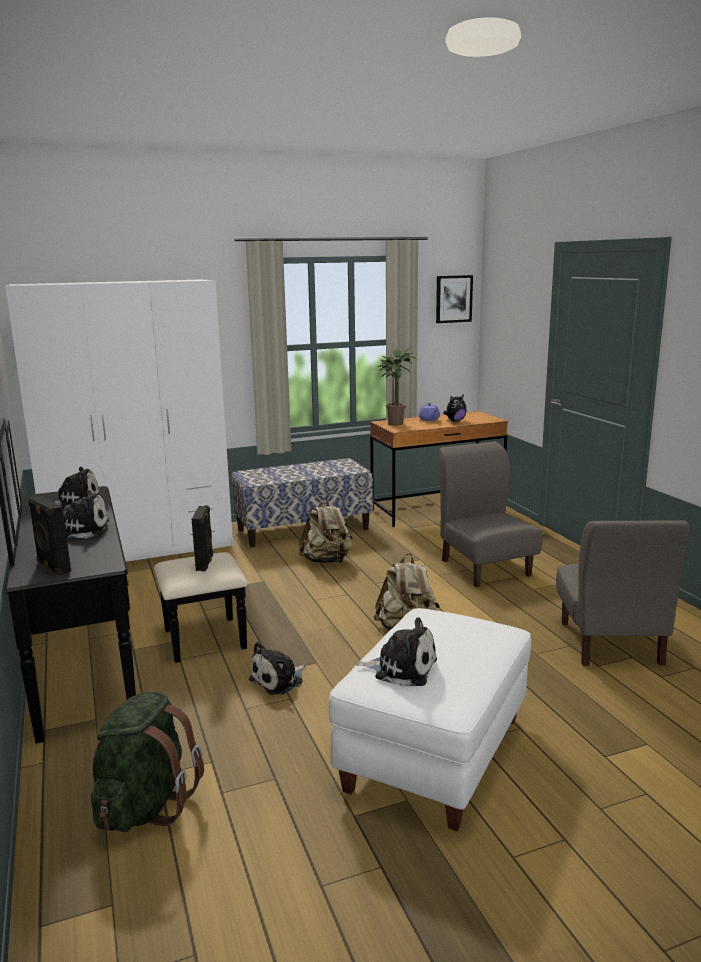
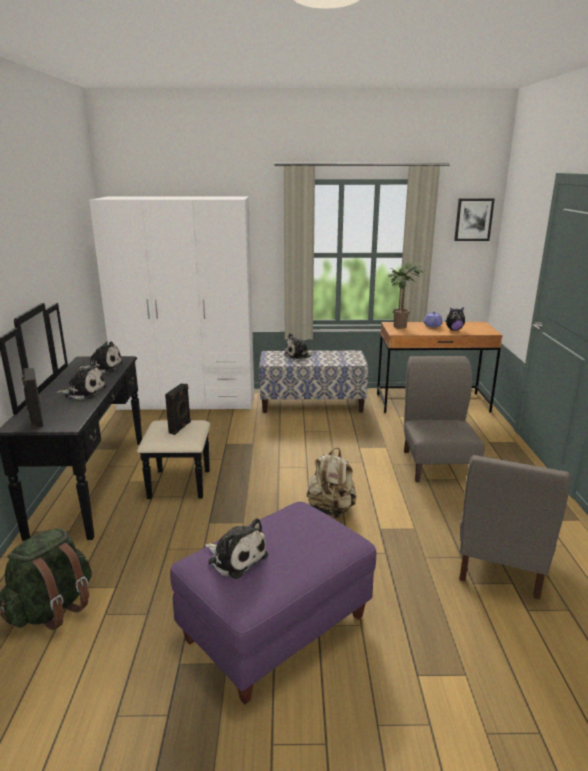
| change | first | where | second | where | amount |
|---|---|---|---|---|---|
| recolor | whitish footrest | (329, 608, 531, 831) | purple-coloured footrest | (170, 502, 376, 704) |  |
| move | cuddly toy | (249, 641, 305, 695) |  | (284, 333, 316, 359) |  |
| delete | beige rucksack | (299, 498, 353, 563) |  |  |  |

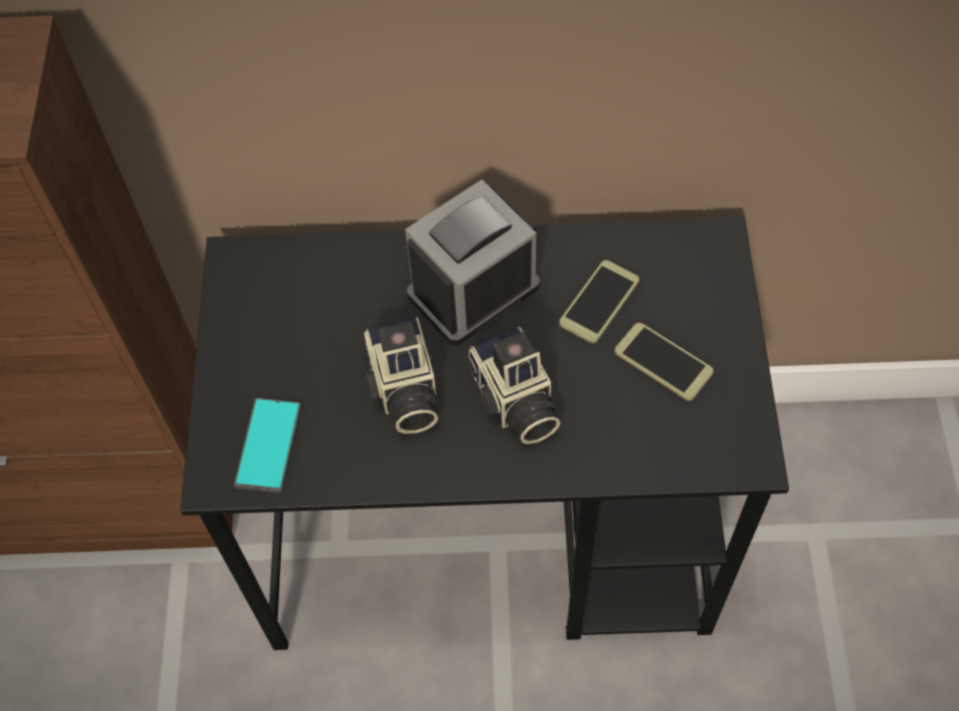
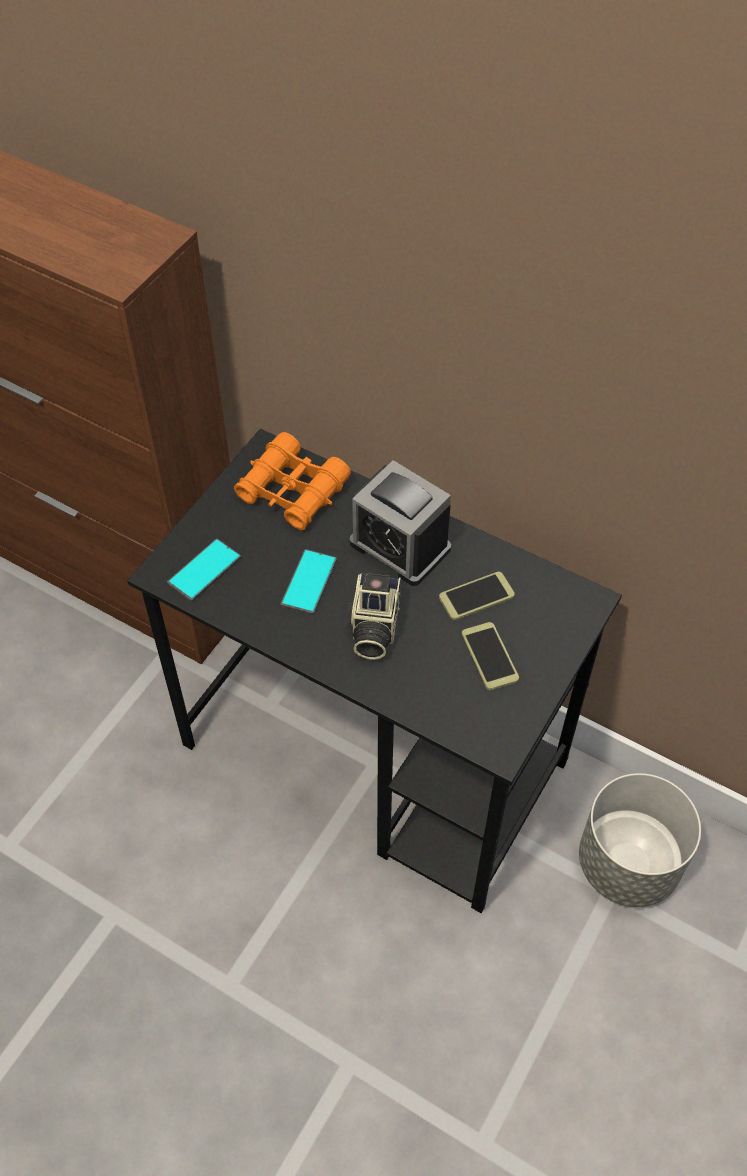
| change | first | where | second | where | amount |
|---|---|---|---|---|---|
| insert |  |  | orange-coloured binoculars | (234, 432, 351, 530) |  |
| replace | still camera | (362, 317, 438, 434) | handset | (281, 549, 337, 615) |  |
| rotate | bedside clock | (405, 179, 540, 346) |  | (350, 460, 451, 586) | 135 degrees counterclockwise |
| insert |  |  | gray flower pot | (579, 773, 701, 907) |  |

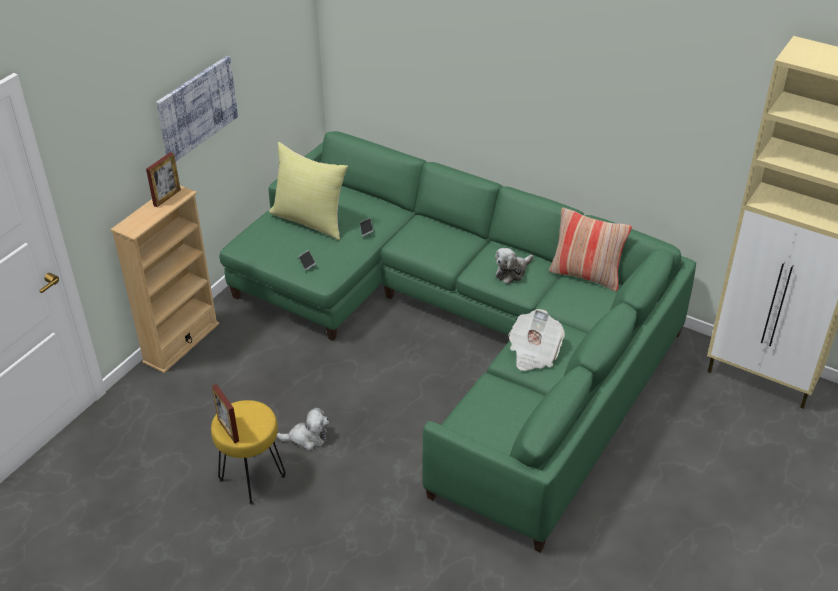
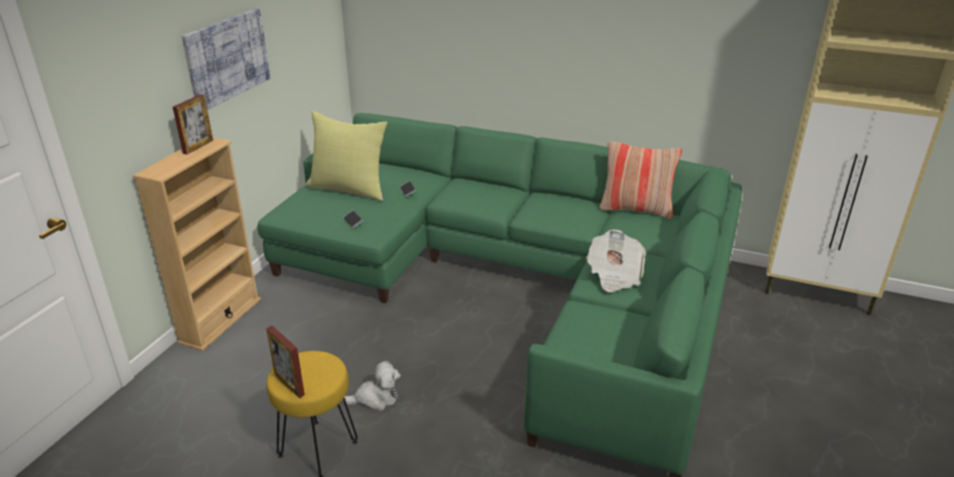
| change | first | where | second | where | amount |
|---|---|---|---|---|---|
| delete | cuddly toy | (495, 248, 533, 284) |  |  |  |

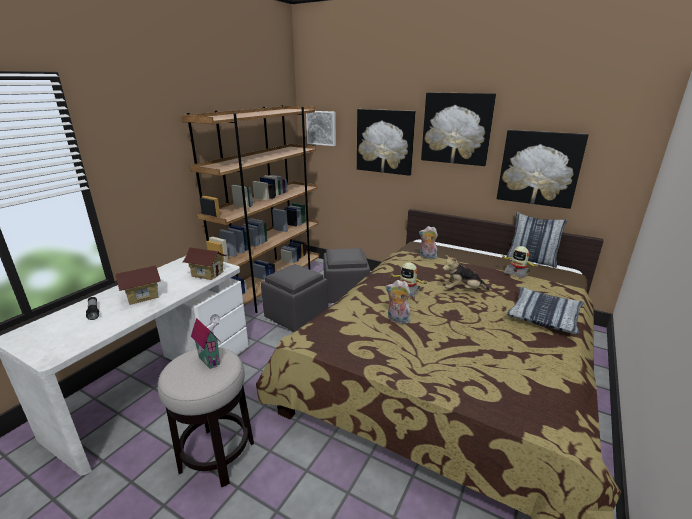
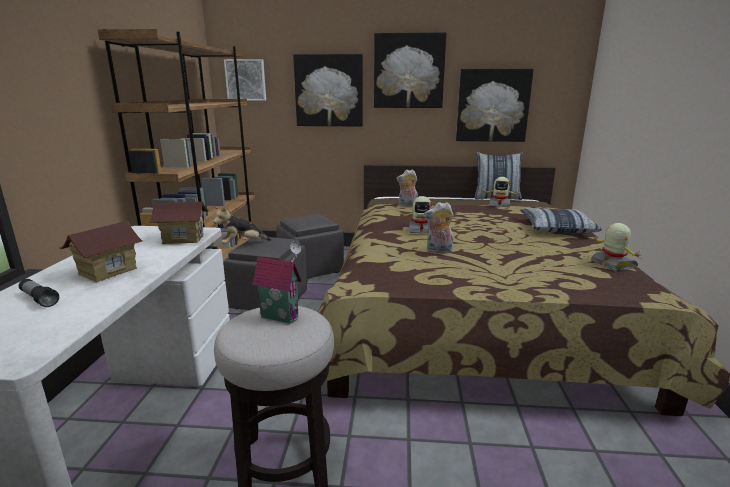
| change | first | where | second | where | amount |
|---|---|---|---|---|---|
| move | cuddly toy | (442, 255, 490, 290) |  | (213, 207, 272, 244) |  |
| insert |  |  | robot figure | (591, 223, 641, 271) |  |

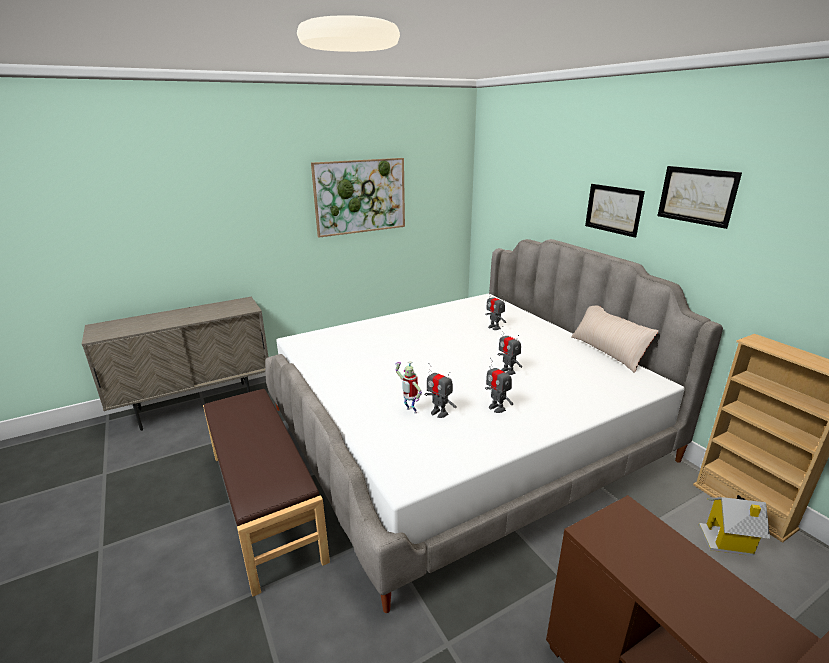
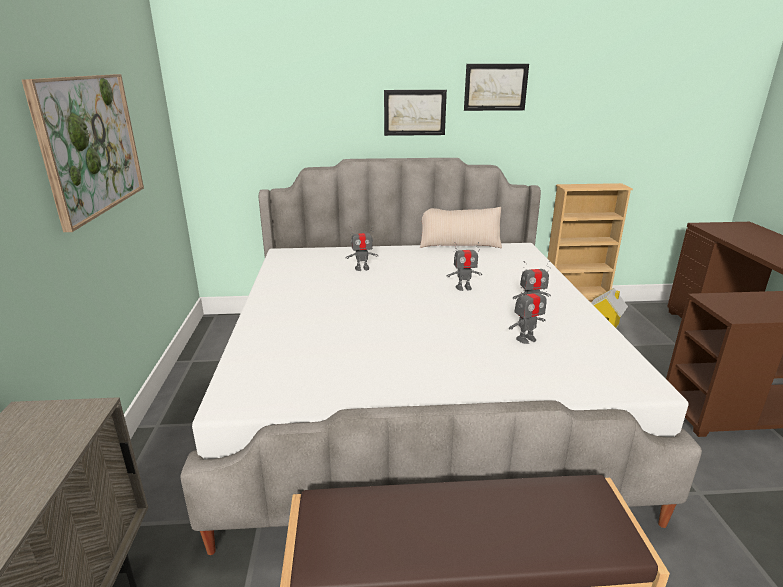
| change | first | where | second | where | amount |
|---|---|---|---|---|---|
| delete | robot figure | (395, 361, 422, 414) |  |  |  |

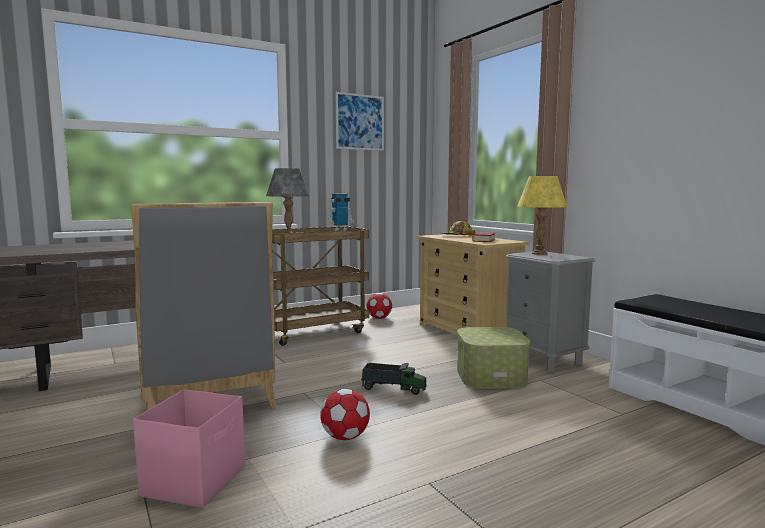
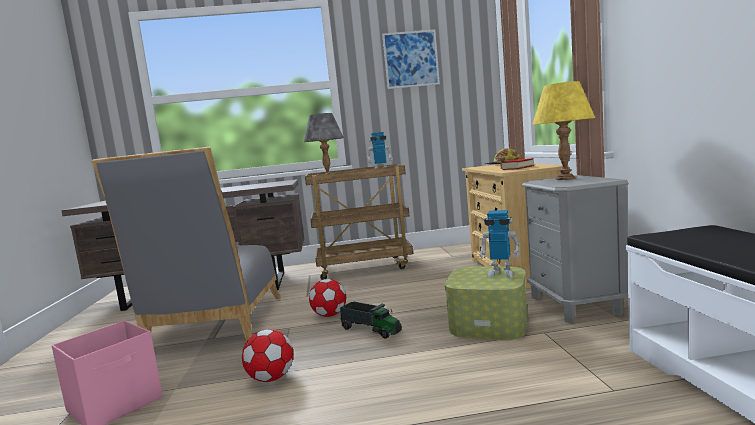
| change | first | where | second | where | amount |
|---|---|---|---|---|---|
| move | ball for football | (367, 293, 392, 319) |  | (309, 279, 346, 317) |  |
| insert |  |  | robot figure | (479, 210, 520, 278) |  |

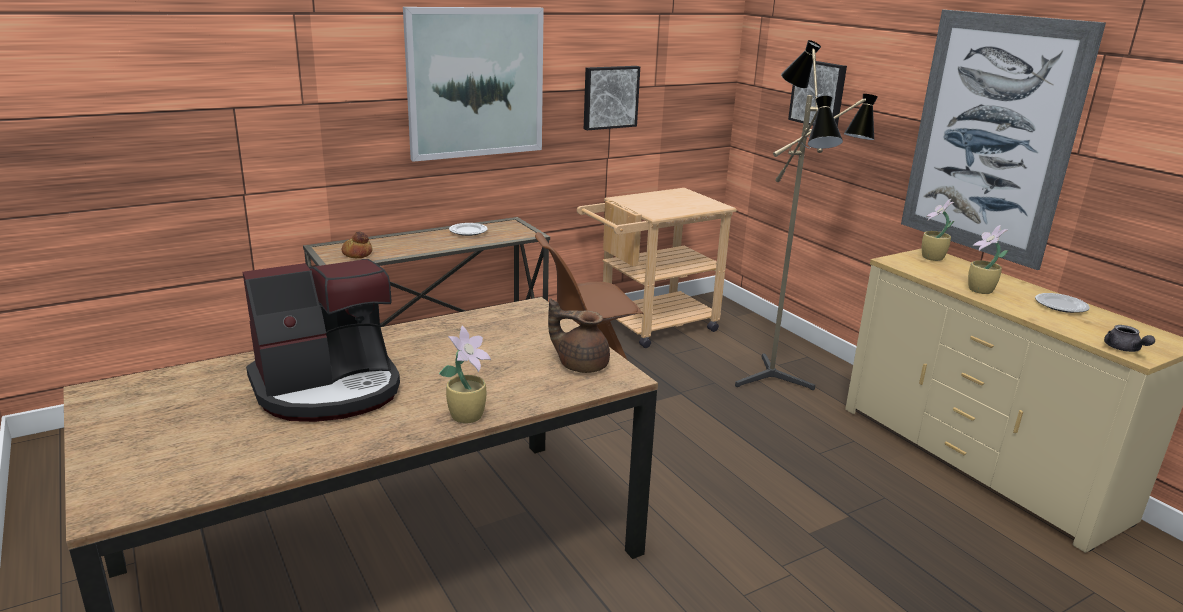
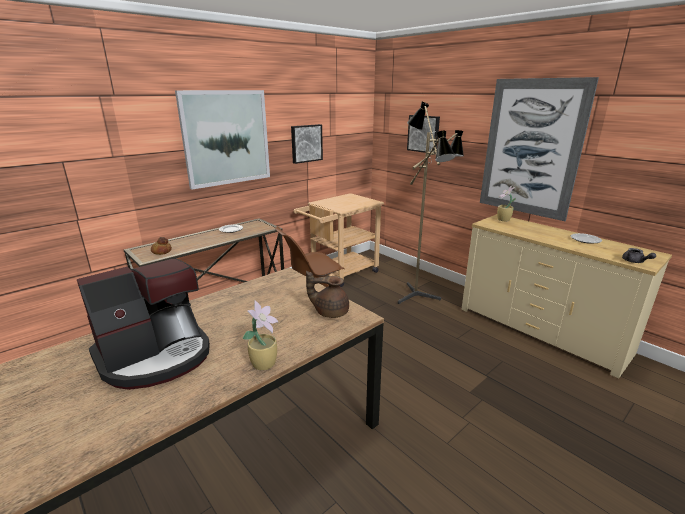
| change | first | where | second | where | amount |
|---|---|---|---|---|---|
| delete | houseplant | (968, 225, 1008, 294) |  |  |  |

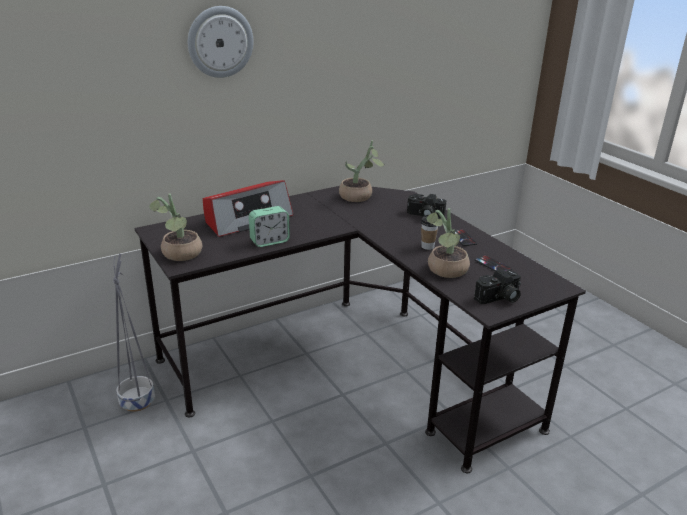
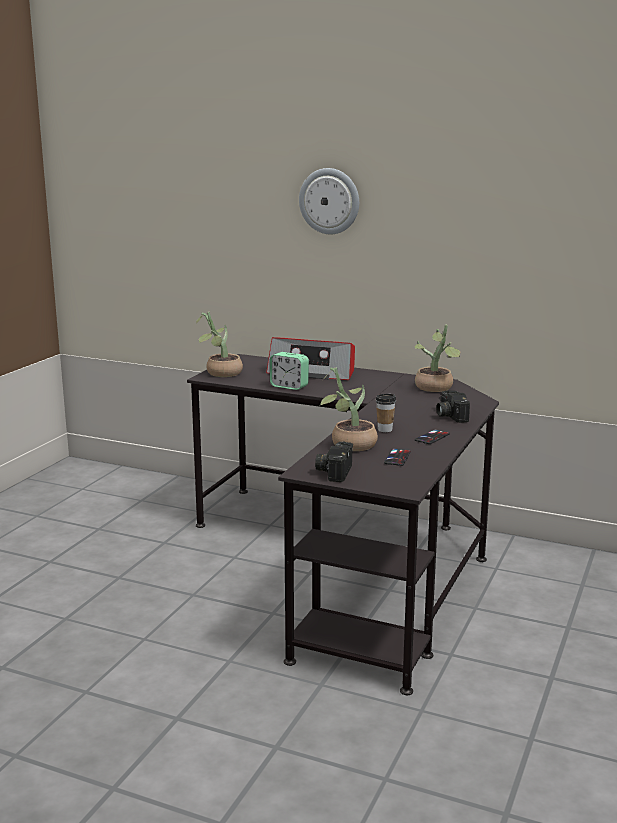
| change | first | where | second | where | amount |
|---|---|---|---|---|---|
| rotate | still camera | (474, 269, 521, 304) |  | (315, 442, 353, 482) | 75 degrees clockwise |
| delete | gray flower pot | (113, 254, 155, 412) |  |  |  |

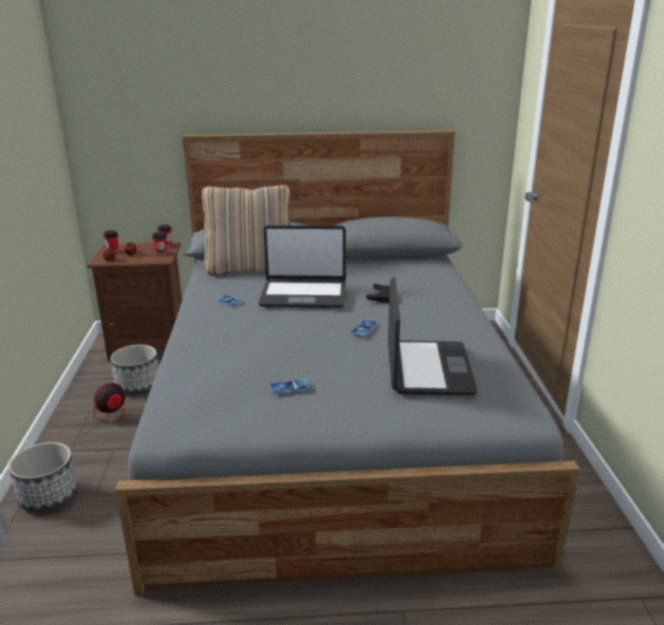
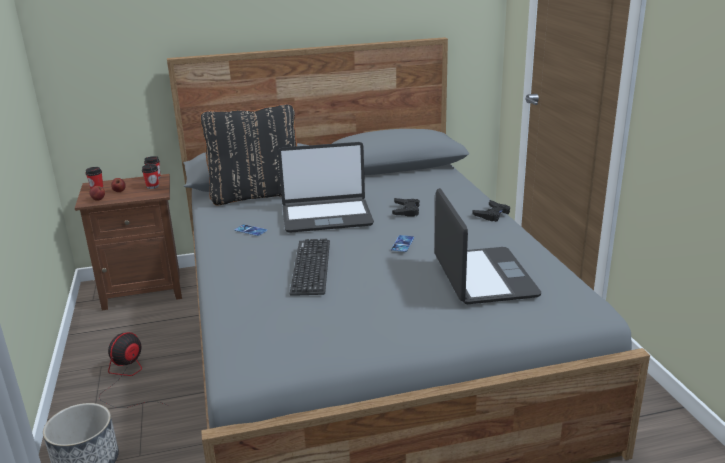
| change | first | where | second | where | amount |
|---|---|---|---|---|---|
| recolor | beige cushion | (202, 185, 291, 275) | black-coloured cushion | (200, 104, 297, 205) |  |
| insert |  |  | PC keyboard | (290, 239, 330, 296) |  |
| insert |  |  | black-coloured gamepad | (472, 200, 510, 222) |  |
| delete | flower pot | (111, 345, 159, 395) |  |  |  |
| delete | handset | (270, 379, 311, 394) |  |  |  |

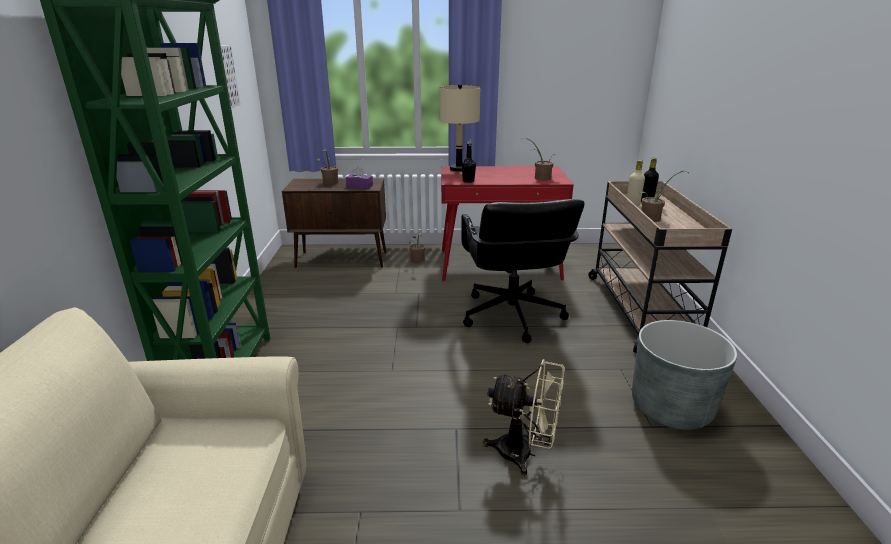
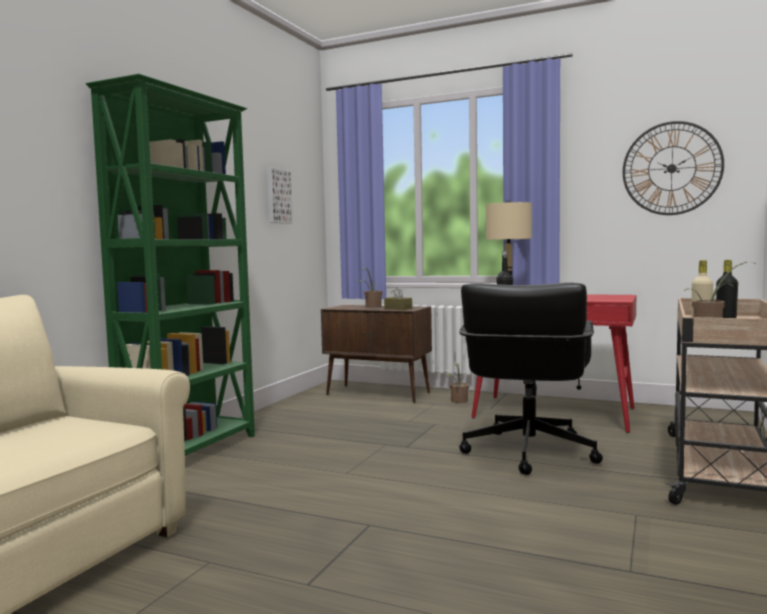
| change | first | where | second | where | amount |
|---|---|---|---|---|---|
| recolor | purple-coloured tissue box | (346, 167, 373, 189) | brownish tissue box | (384, 287, 412, 310) |  |
| insert |  |  | wall clock | (623, 121, 724, 215) |  |
| delete | beige fan | (483, 359, 565, 476) |  |  |  |
| delete | houseplant | (520, 138, 558, 181) |  |  |  |
| delete | gray flower pot | (632, 320, 737, 430) |  |  |  |

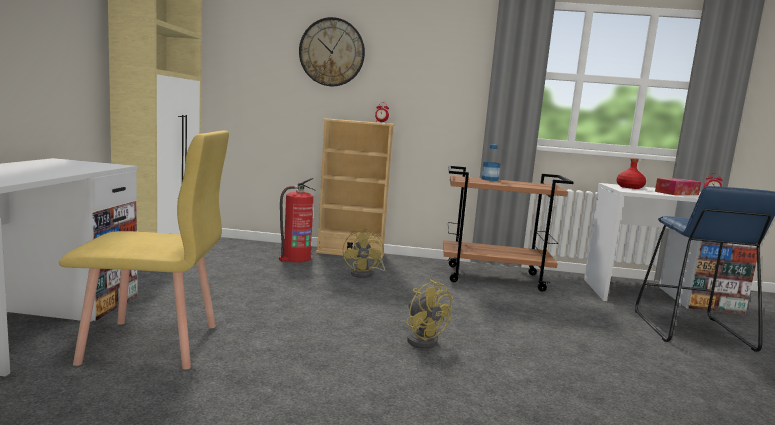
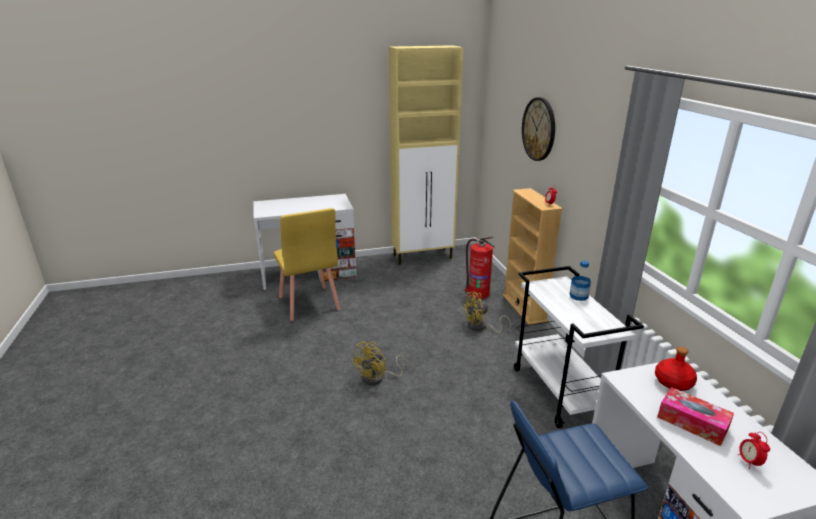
| change | first | where | second | where | amount |
|---|---|---|---|---|---|
| recolor | brownish trolley | (443, 166, 574, 292) | whitish trolley | (514, 266, 644, 428) |  |

